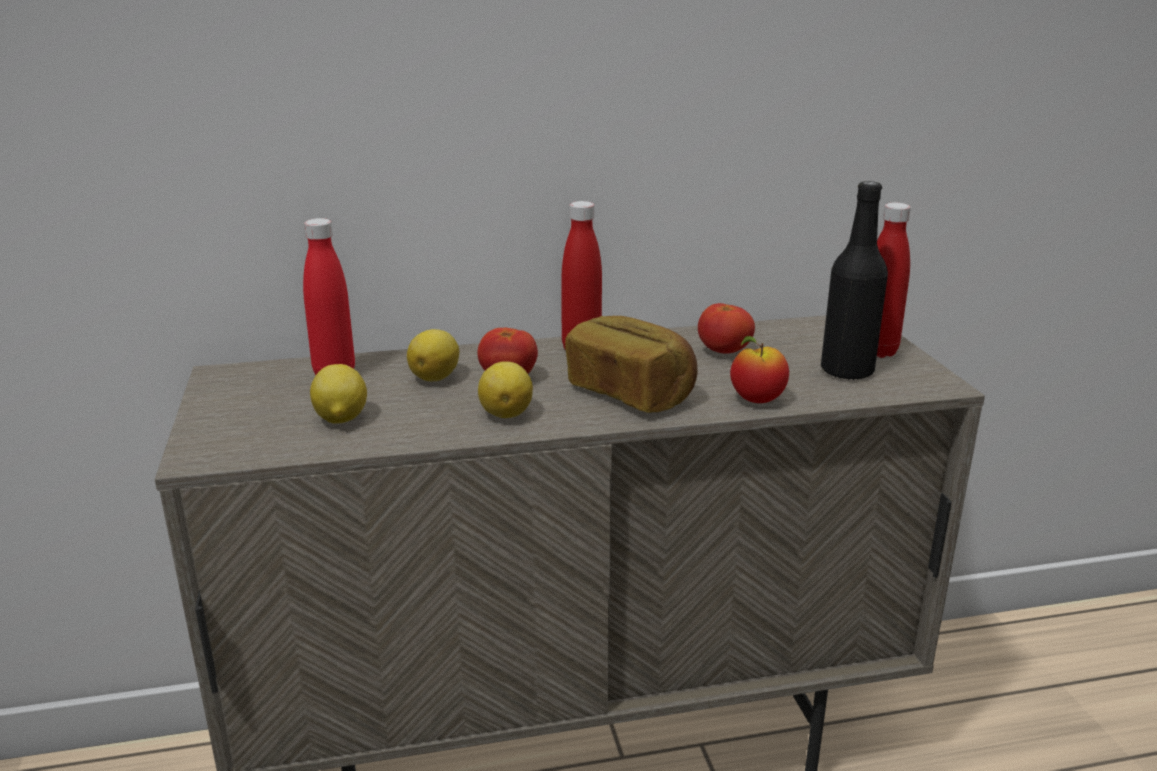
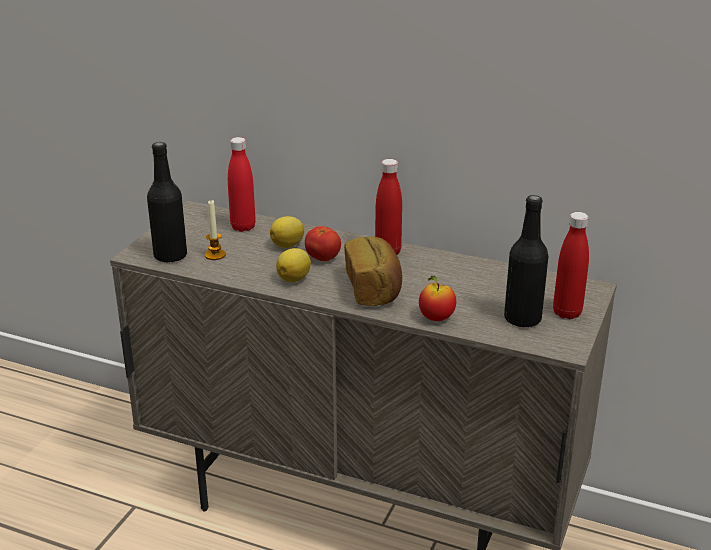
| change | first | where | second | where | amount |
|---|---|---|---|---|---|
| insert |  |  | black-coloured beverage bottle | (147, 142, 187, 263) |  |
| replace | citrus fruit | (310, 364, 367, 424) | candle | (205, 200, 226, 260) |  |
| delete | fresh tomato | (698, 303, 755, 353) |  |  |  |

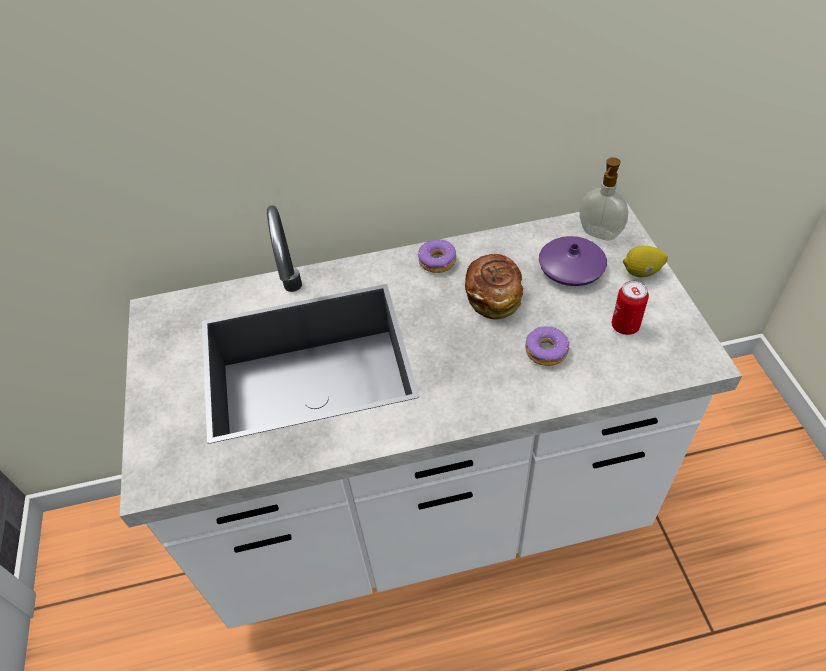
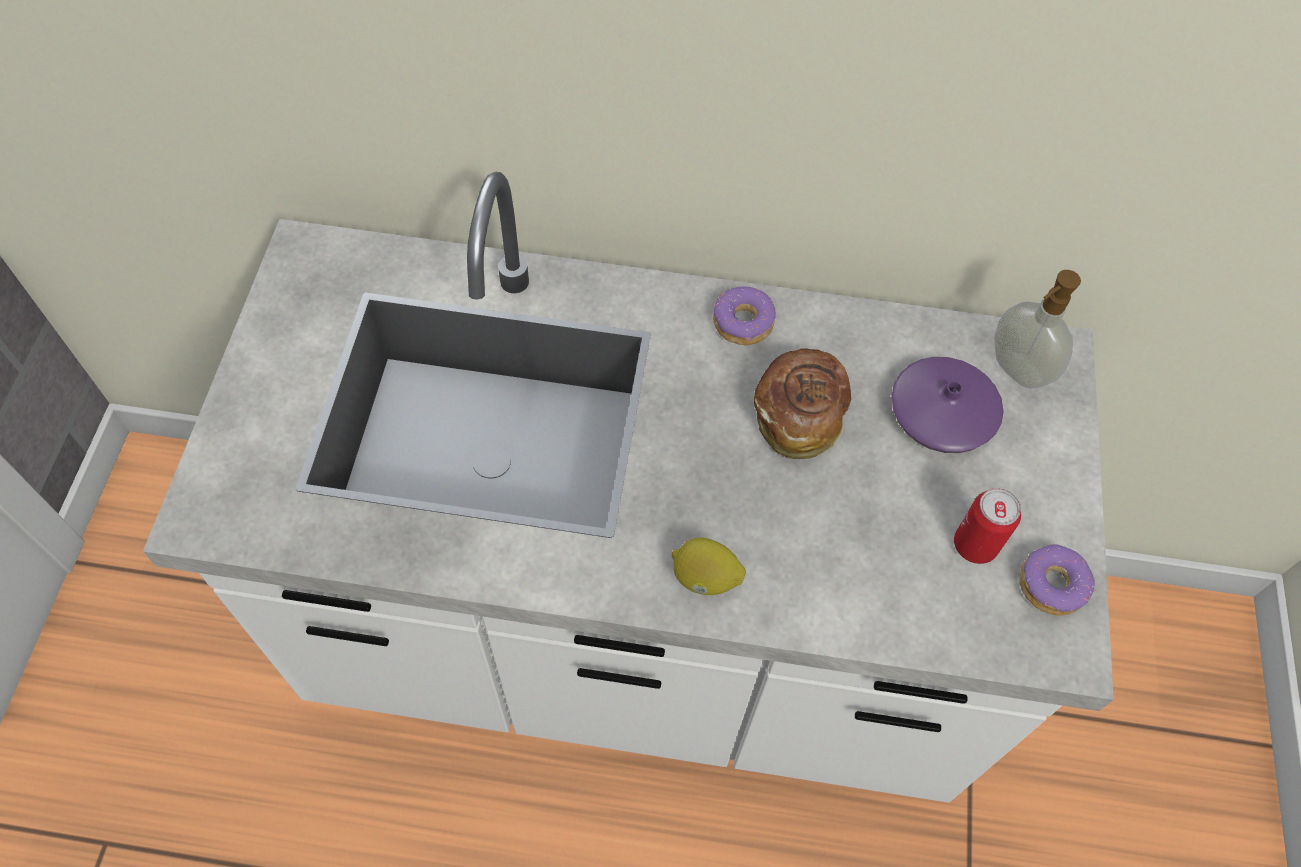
| change | first | where | second | where | amount |
|---|---|---|---|---|---|
| move | citrus fruit | (623, 246, 668, 277) |  | (672, 537, 746, 595) |  |
| move | ring doughnut | (525, 326, 570, 366) |  | (1019, 544, 1095, 616) |  |

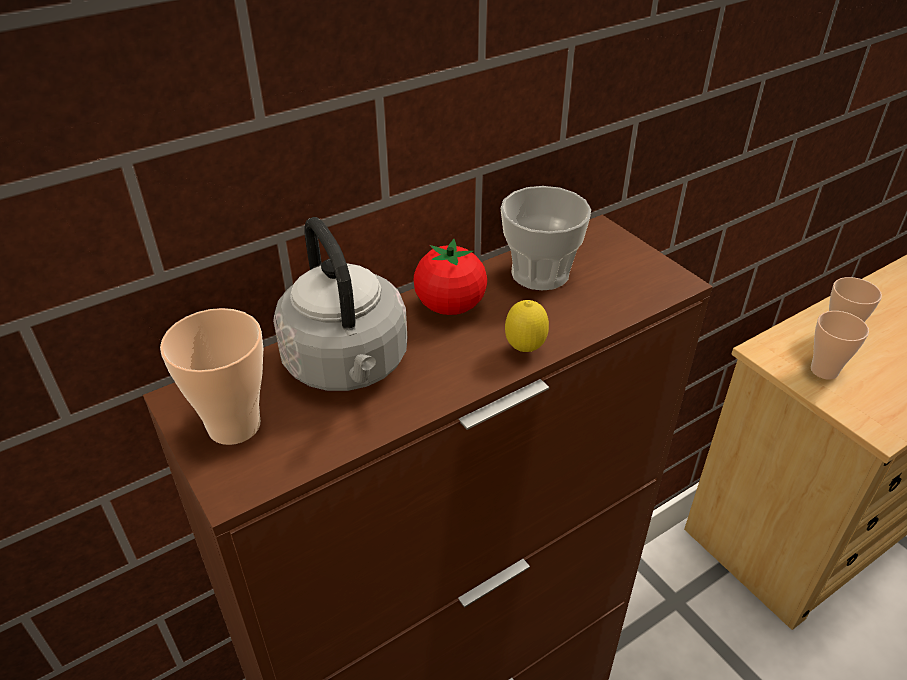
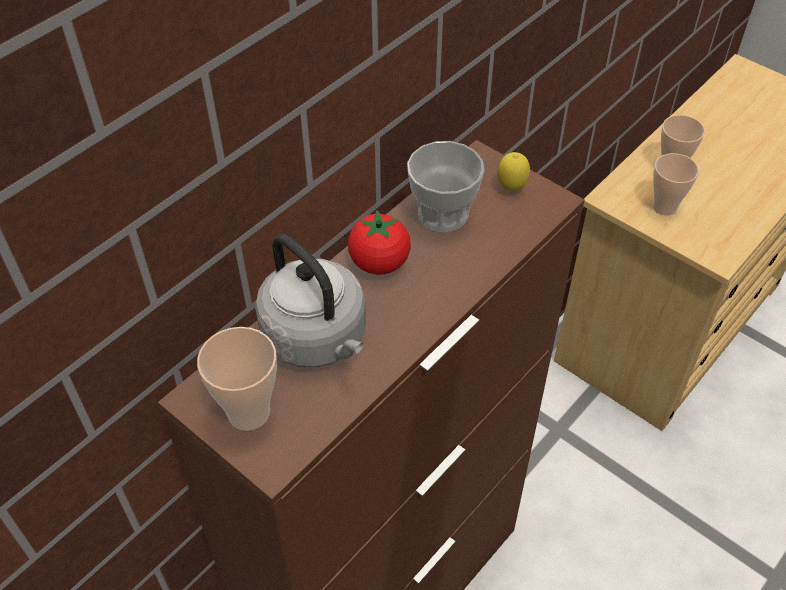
| change | first | where | second | where | amount |
|---|---|---|---|---|---|
| move | citrus fruit | (505, 300, 549, 352) |  | (497, 152, 530, 191) |  |

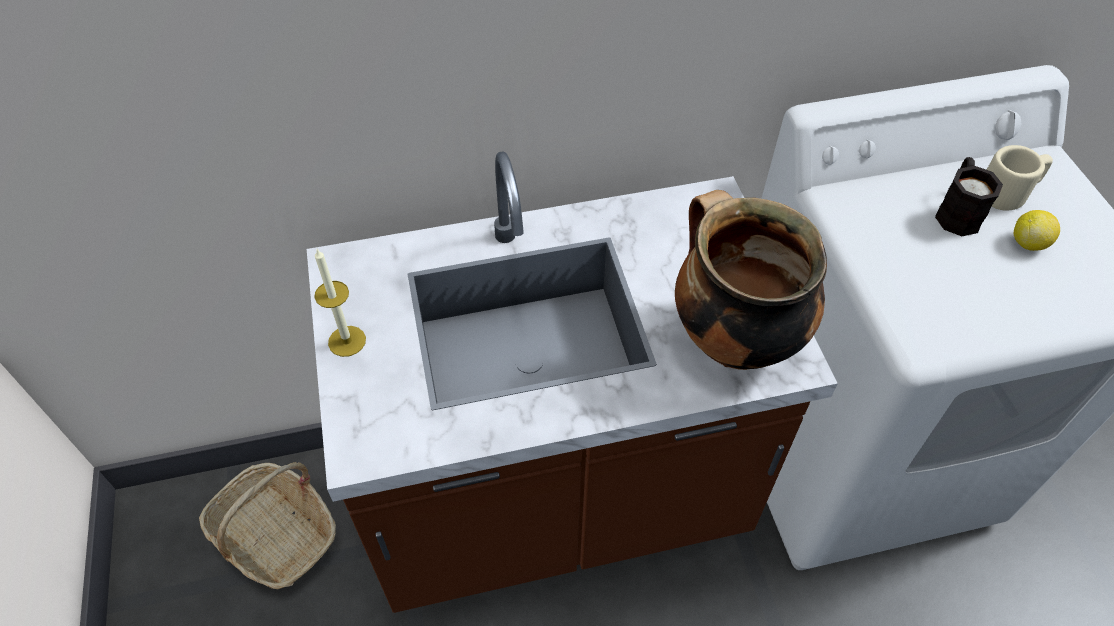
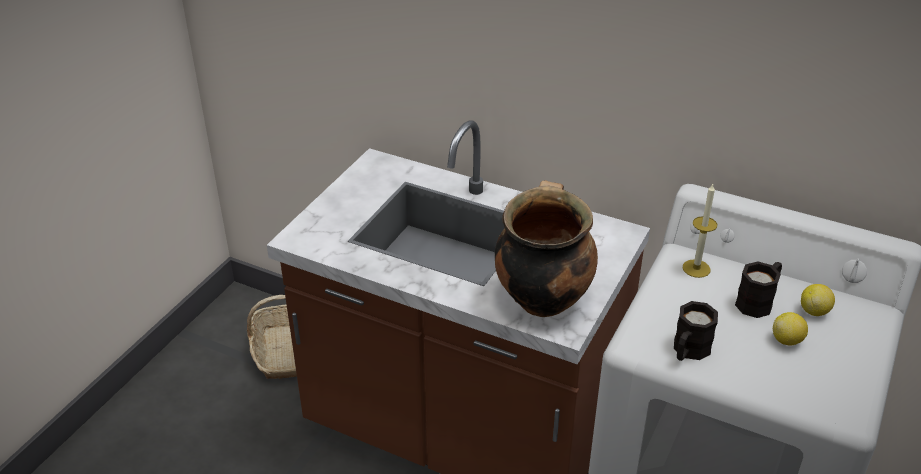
| change | first | where | second | where | amount |
|---|---|---|---|---|---|
| insert |  |  | black-coloured coffee mug | (674, 301, 718, 361) |  |
| move | candle | (314, 249, 366, 357) |  | (683, 184, 717, 278) |  |
| replace | beige coffee mug | (987, 145, 1053, 211) | citrus fruit | (801, 284, 835, 316) |  |

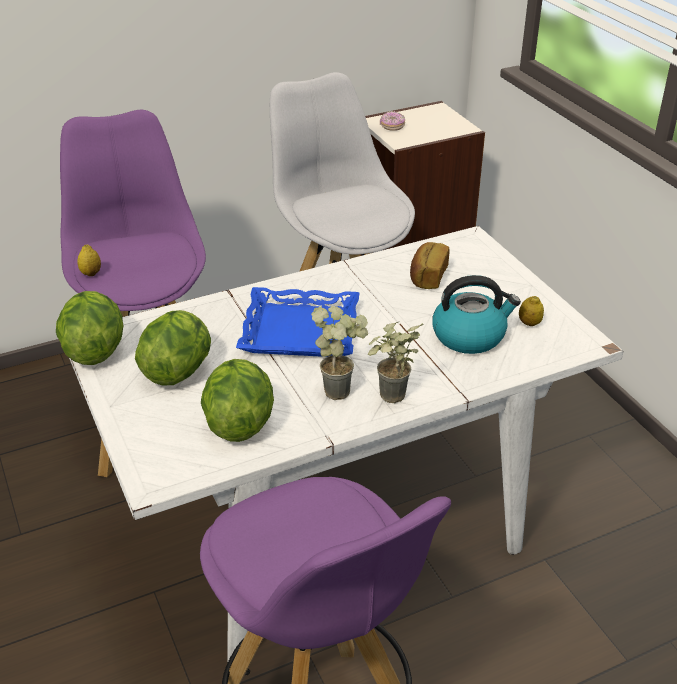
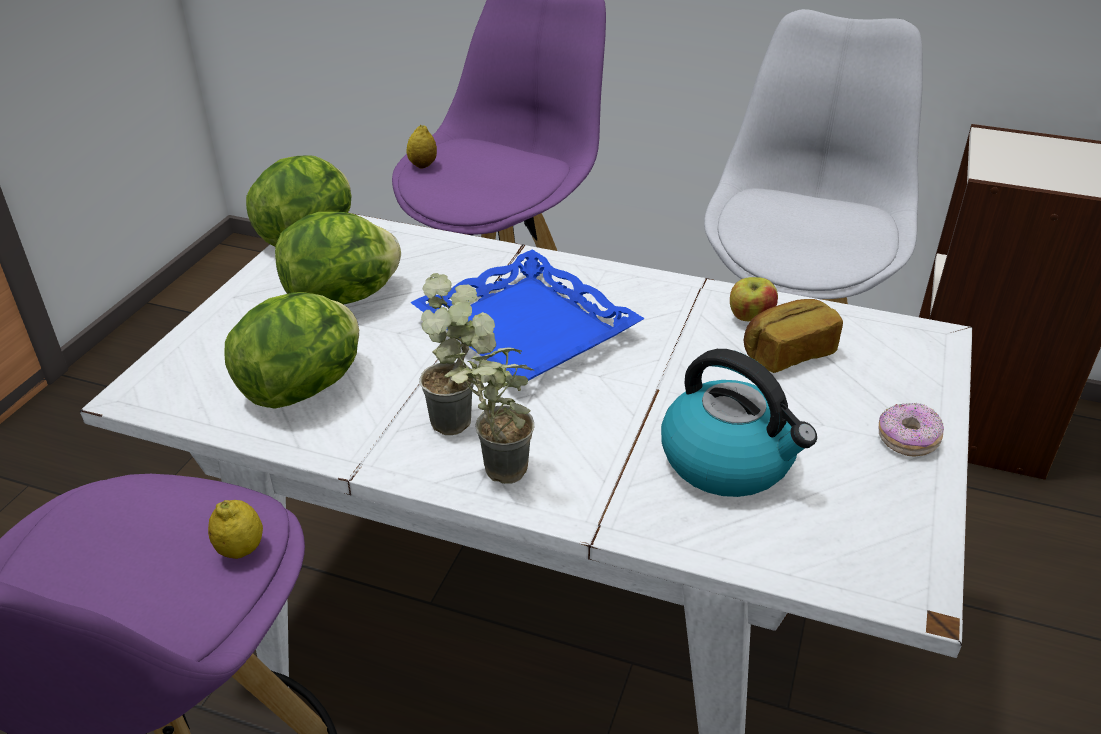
| change | first | where | second | where | amount |
|---|---|---|---|---|---|
| move | citrus fruit | (519, 296, 544, 326) |  | (208, 500, 263, 559) |  |
| insert |  |  | whole apple | (730, 277, 778, 321) |  |
| move | ring doughnut | (380, 111, 405, 131) |  | (879, 403, 944, 457) |  |

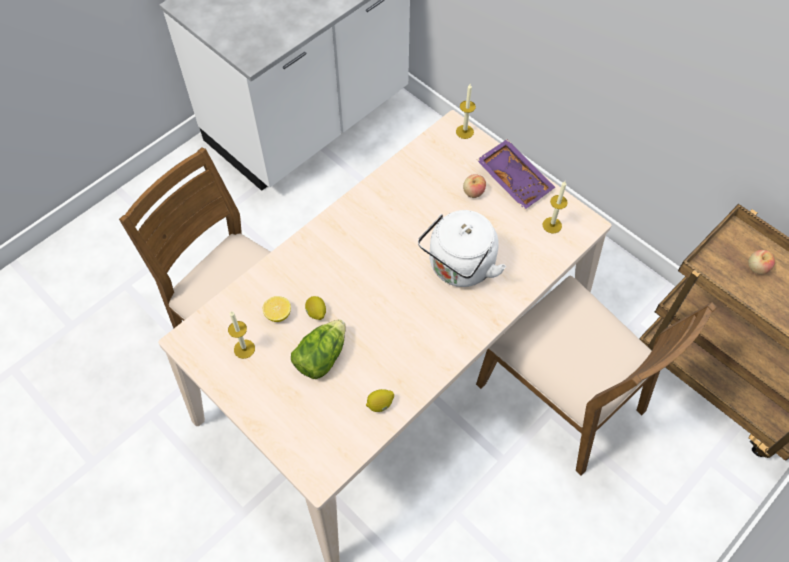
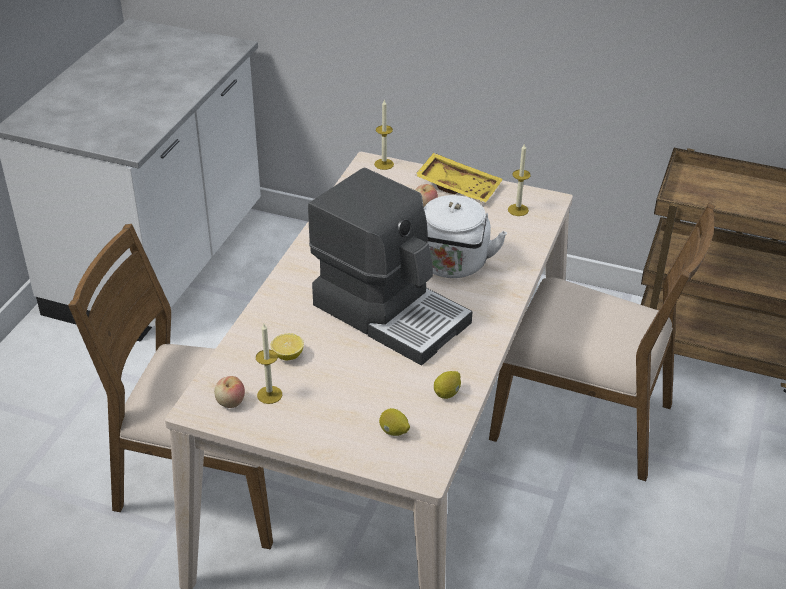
| change | first | where | second | where | amount |
|---|---|---|---|---|---|
| move | whole apple | (748, 250, 775, 275) |  | (214, 376, 245, 408) |  |
| insert |  |  | coffee brewer | (308, 168, 473, 365) |  |
| move | citrus fruit | (305, 296, 326, 320) |  | (379, 408, 410, 436) |  |
| recolor | purple-coloured carrying tray | (477, 139, 555, 210) | yellow-coloured carrying tray | (415, 153, 503, 203) |  |
| delete | head of lettuce | (291, 319, 346, 379) |  |  |  |

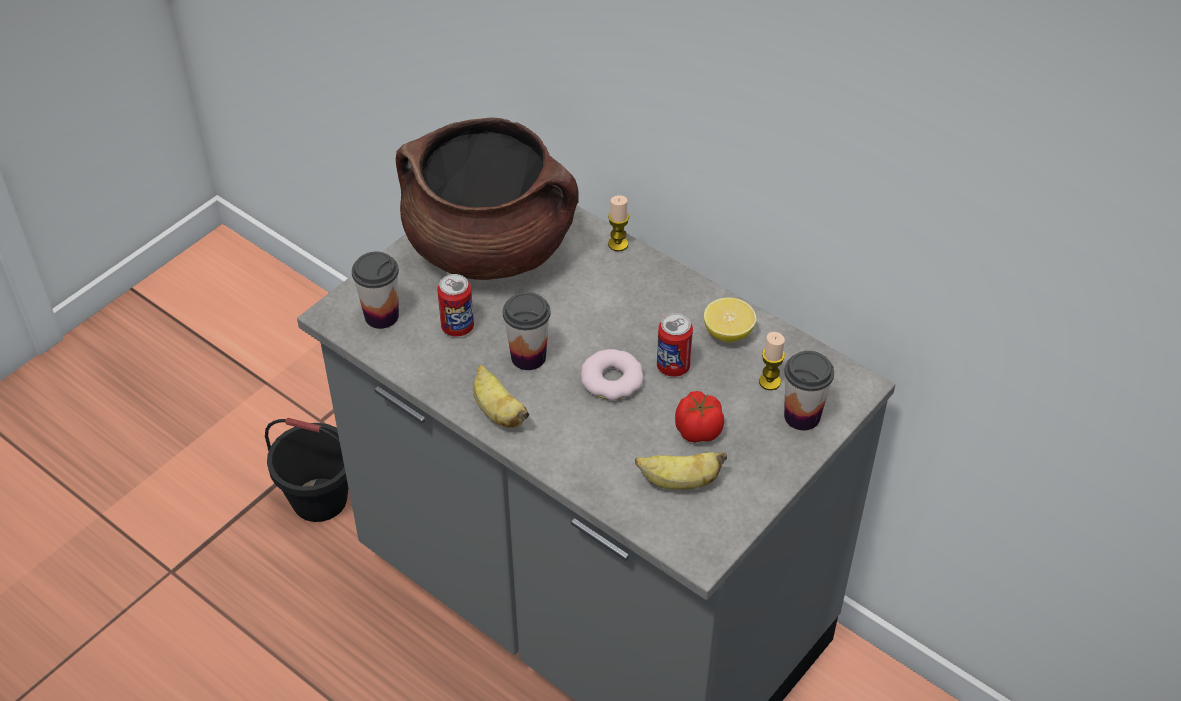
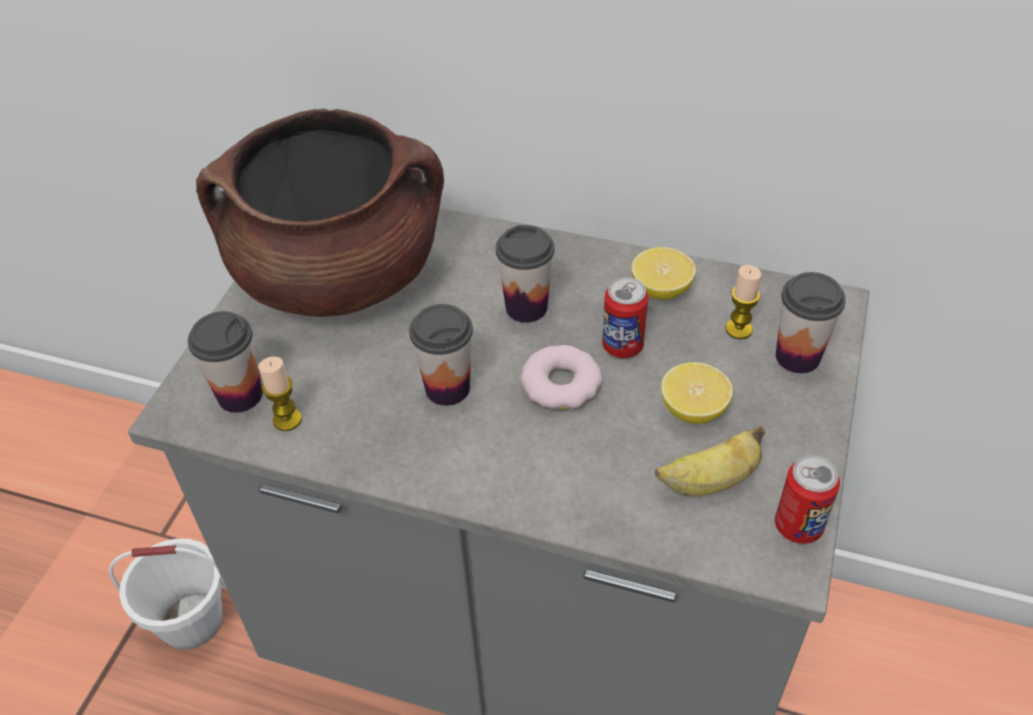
| change | first | where | second | where | amount |
|---|---|---|---|---|---|
| recolor | black-coloured pail | (265, 418, 349, 522) | whitish pail | (109, 538, 226, 650) |  |
| move | candle | (608, 195, 629, 251) |  | (259, 356, 302, 431) |  |
| insert |  |  | drinking cup | (496, 225, 555, 323) |  |
| replace | fresh tomato | (675, 391, 724, 443) | citrus fruit | (661, 362, 733, 424) |  |
| move | sealed can | (437, 274, 474, 337) |  | (775, 456, 840, 544) |  |
| delete | whole banana | (473, 364, 529, 428) |  |  |  |

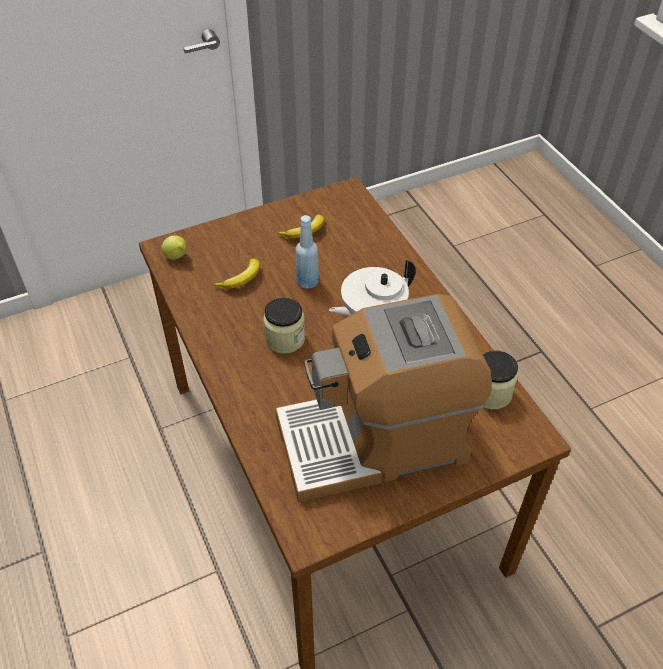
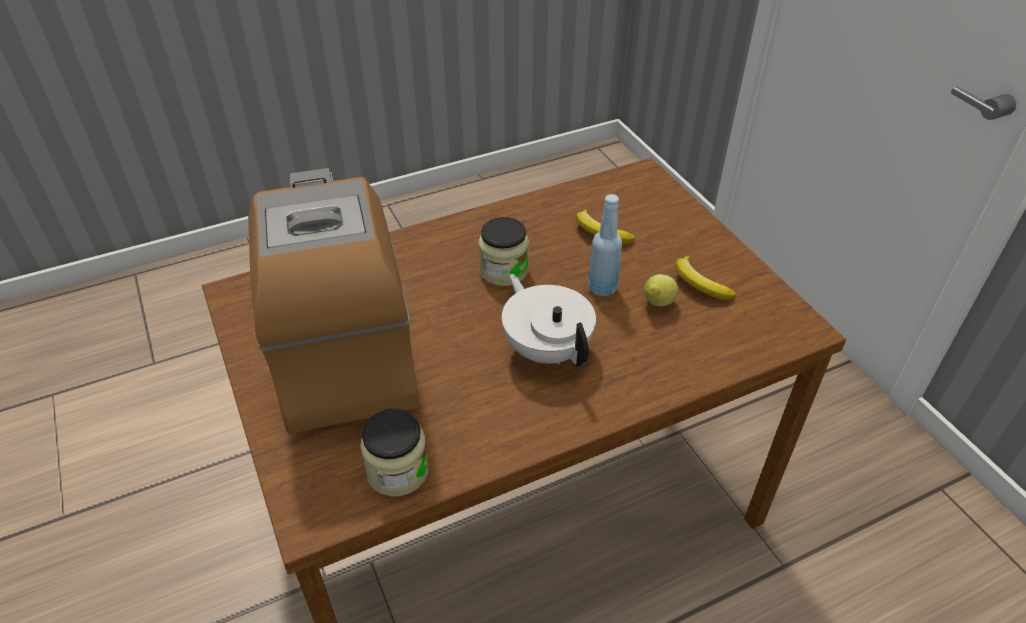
| change | first | where | second | where | amount |
|---|---|---|---|---|---|
| move | citrus fruit | (161, 235, 187, 260) |  | (644, 274, 678, 306) |  |

